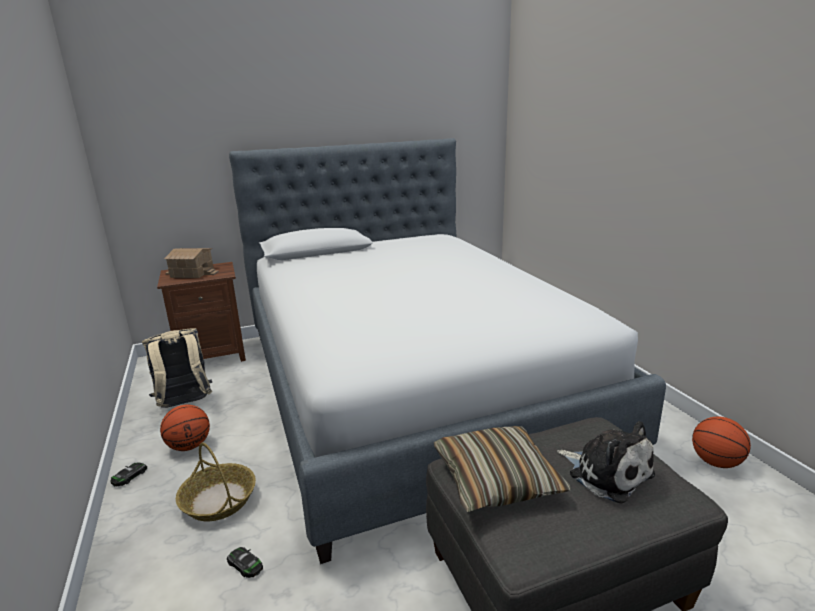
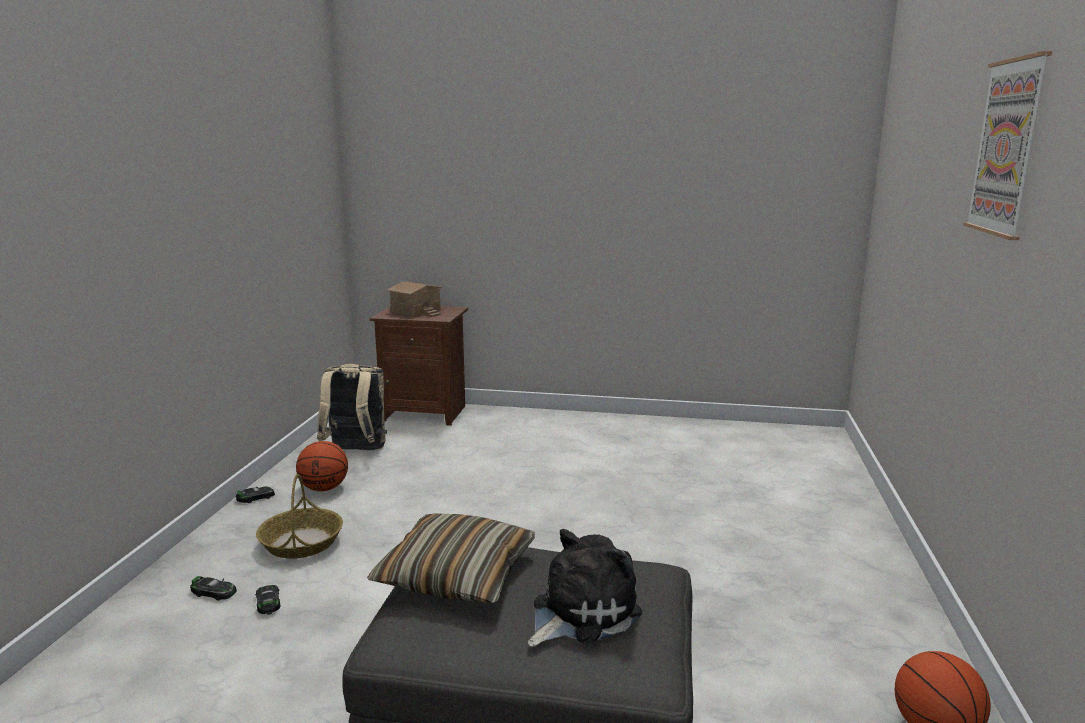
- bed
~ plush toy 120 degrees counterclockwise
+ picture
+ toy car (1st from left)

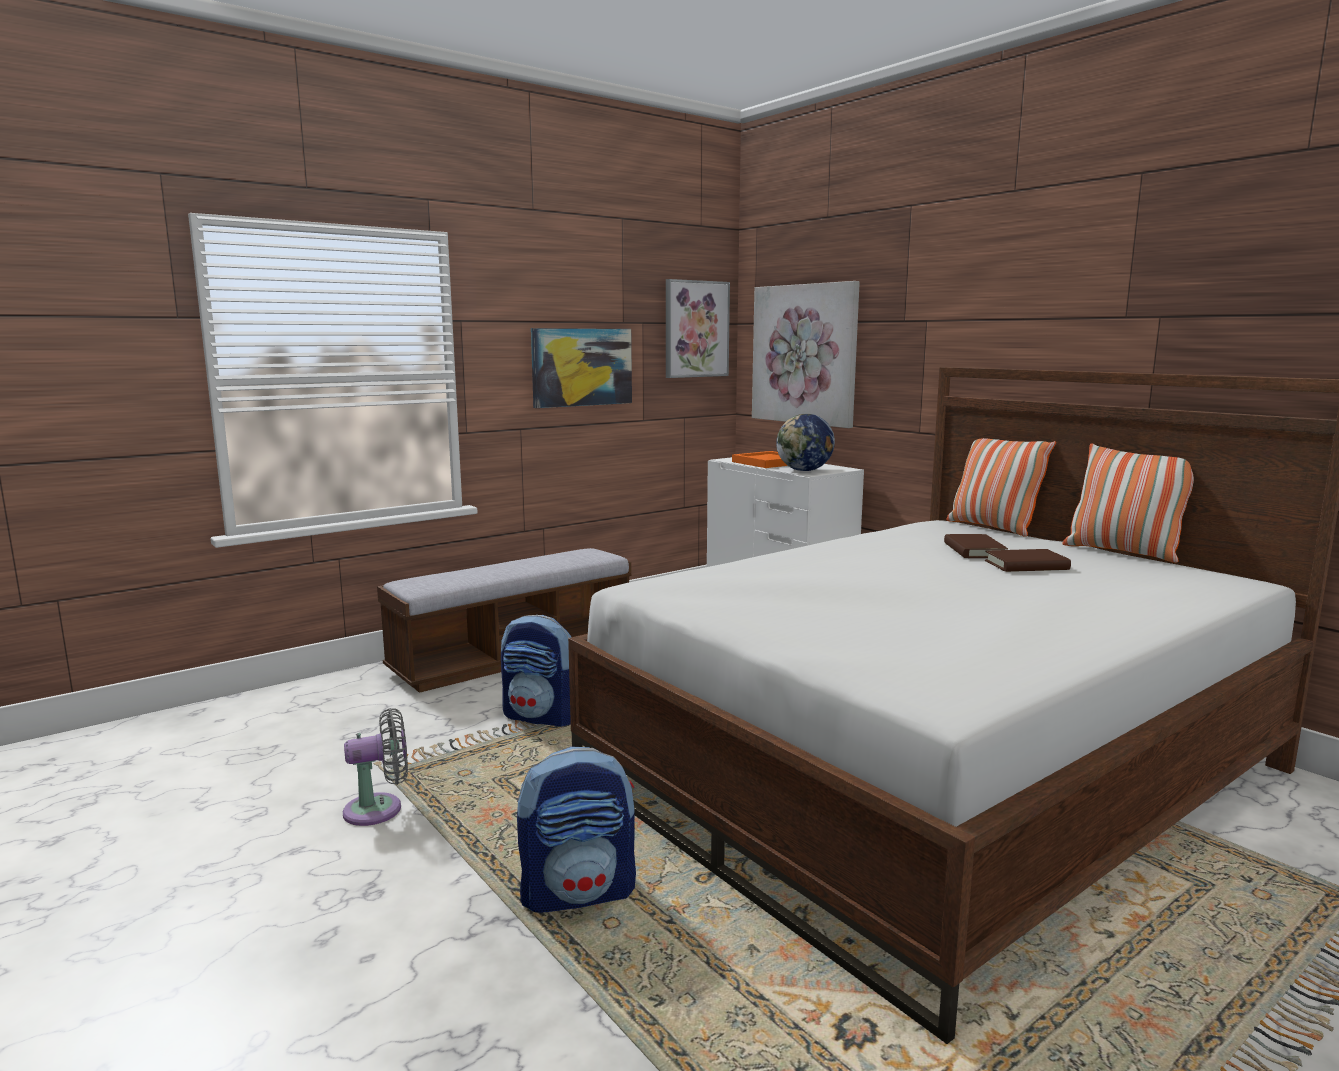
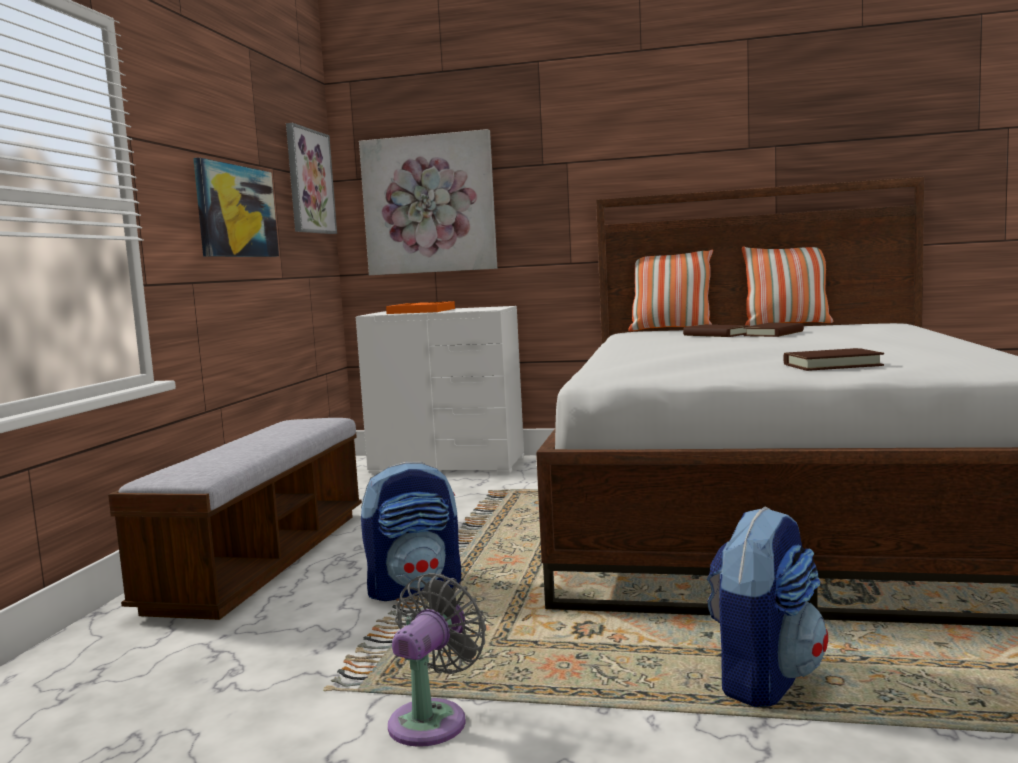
- globe
+ brown book (3rd from left)

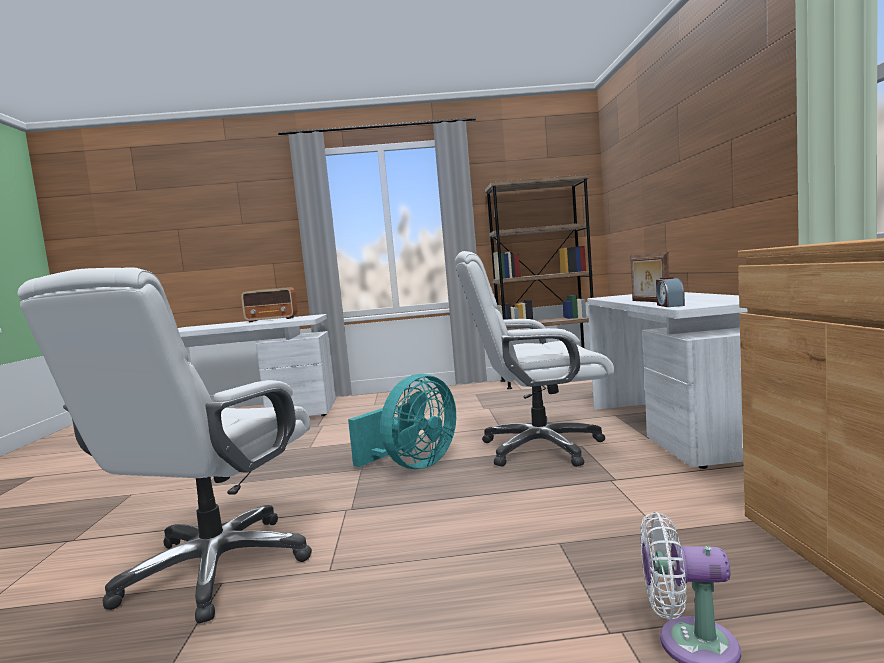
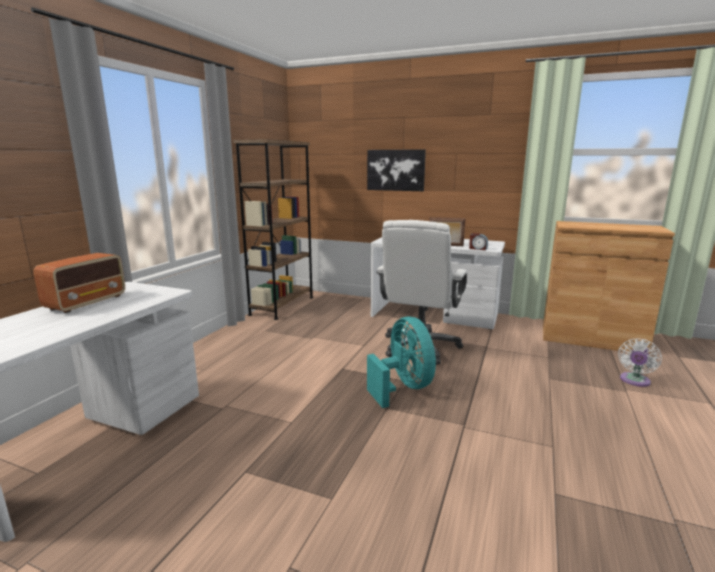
- white office chair (1st from left)
+ picture

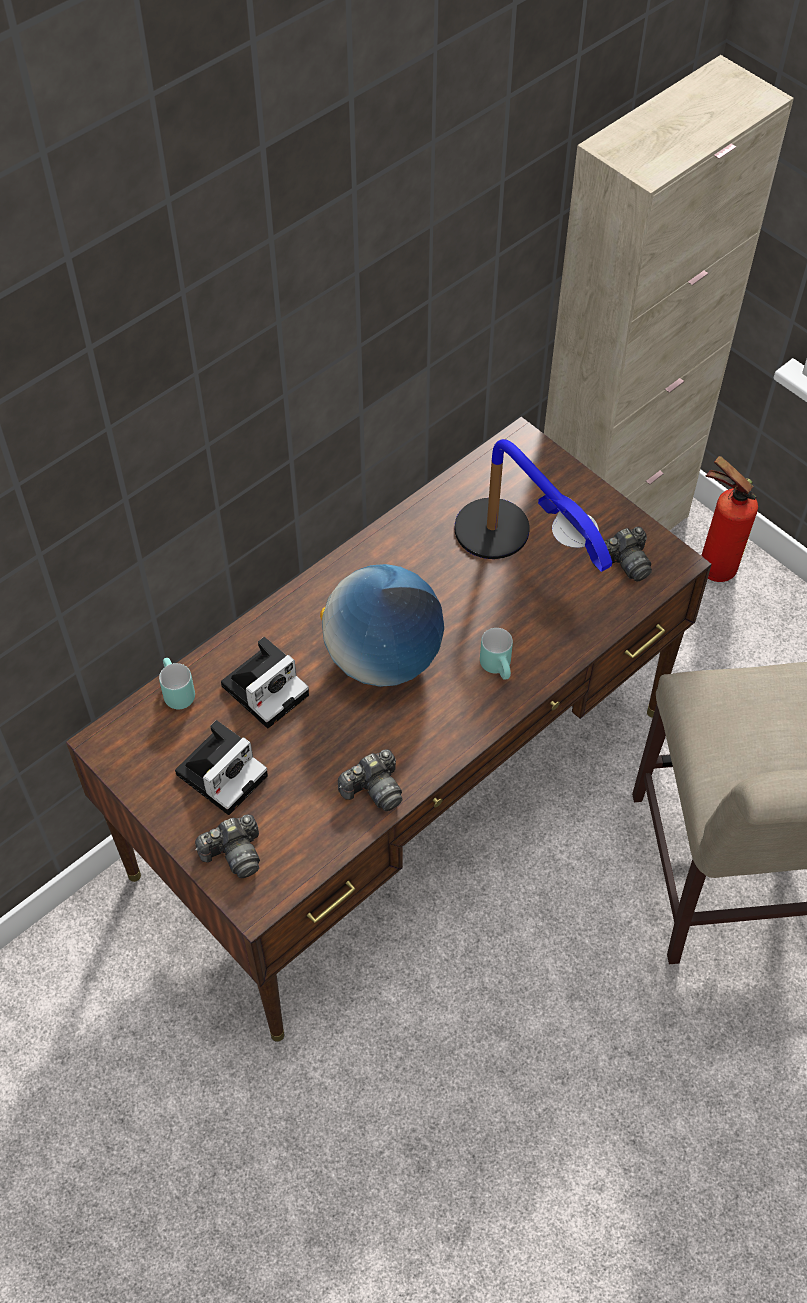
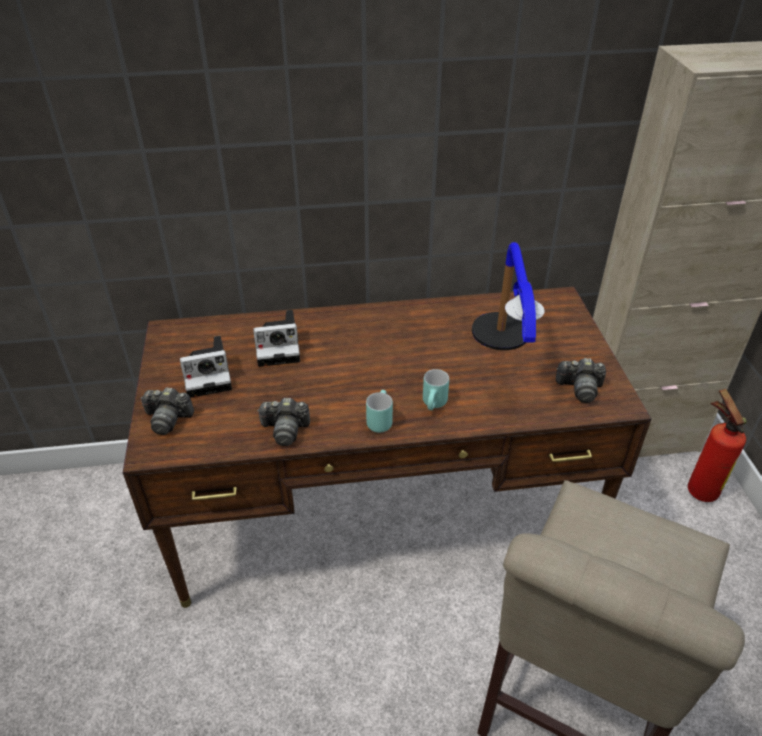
- globe
~ turquoise mug (1st from left)

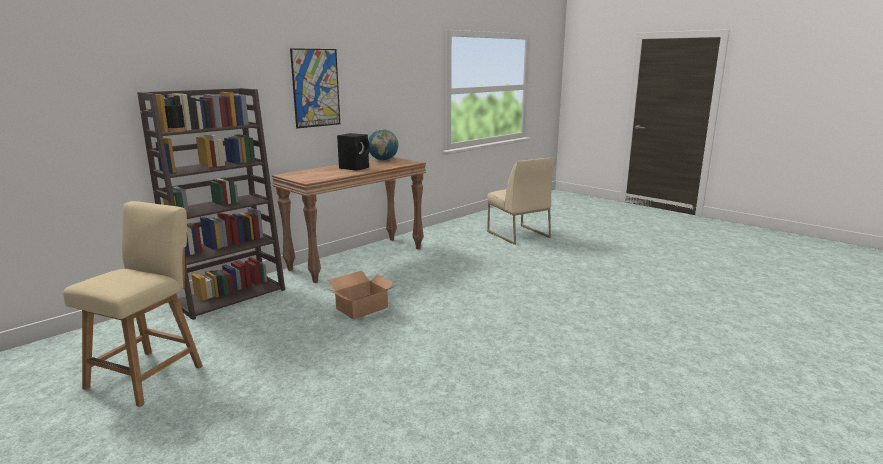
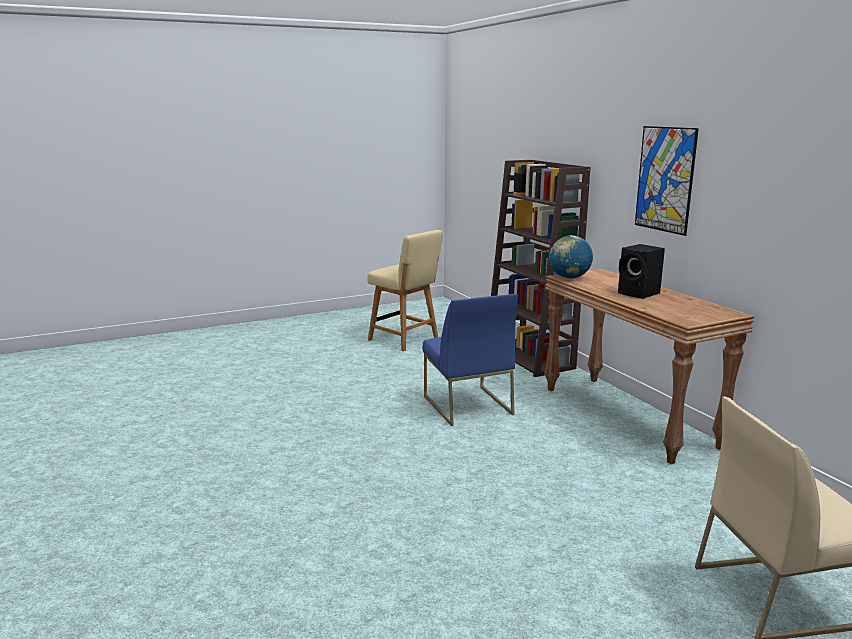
~ globe
~ cardboard box to blue chair

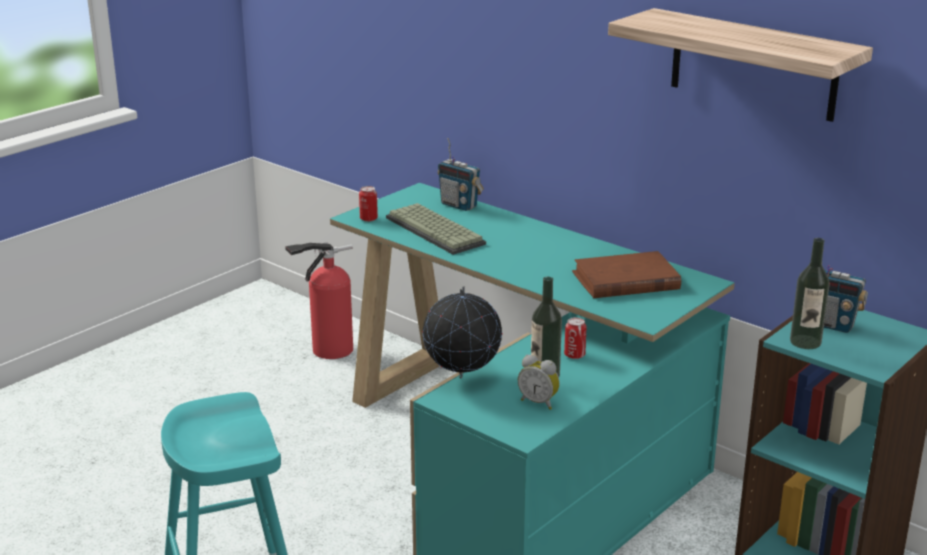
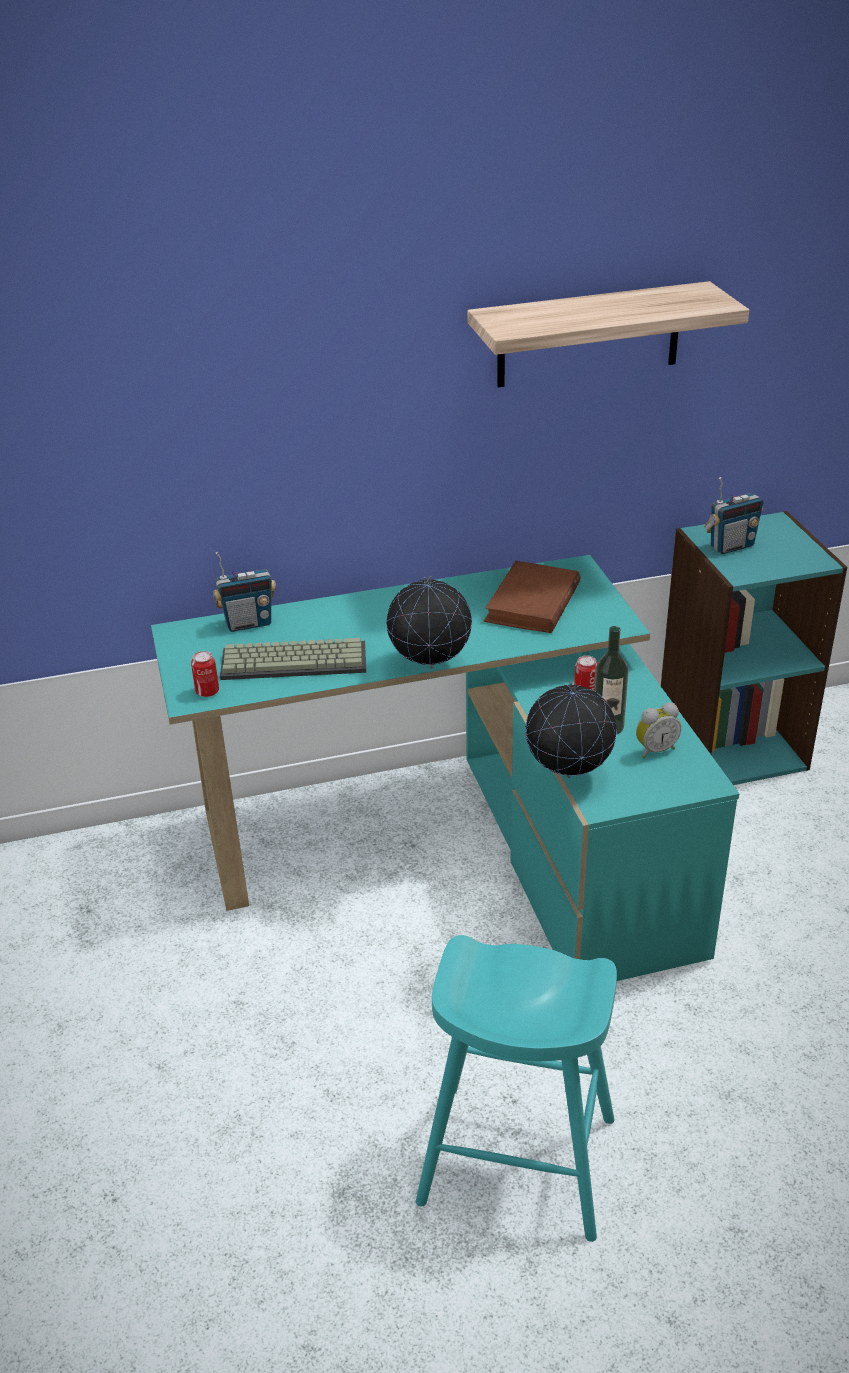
- bottle (2nd from left)
- fire extinguisher
+ globe (1st from left)

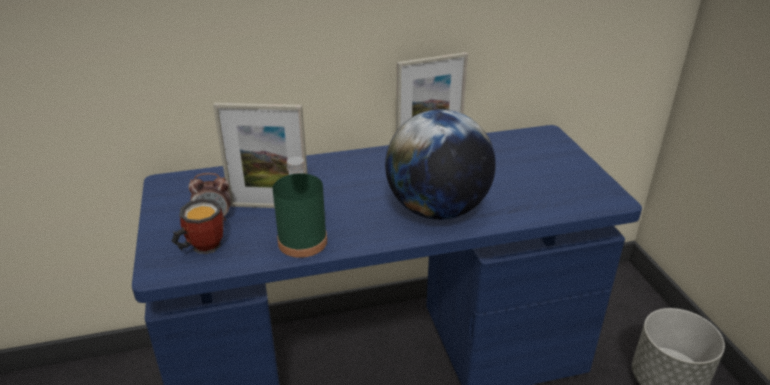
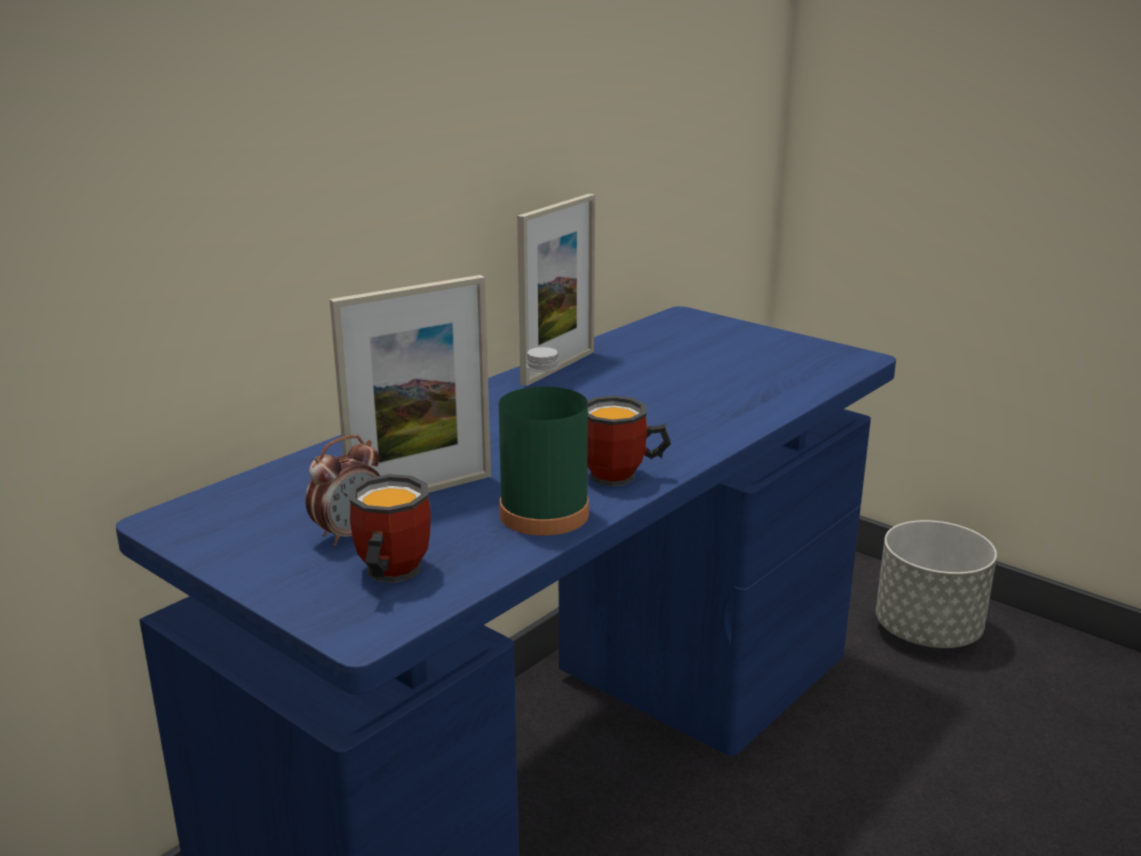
- globe
+ mug (2nd from left)

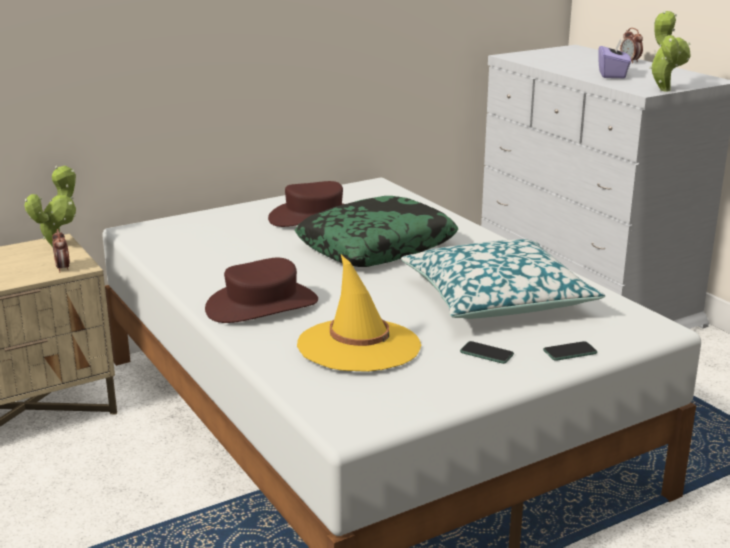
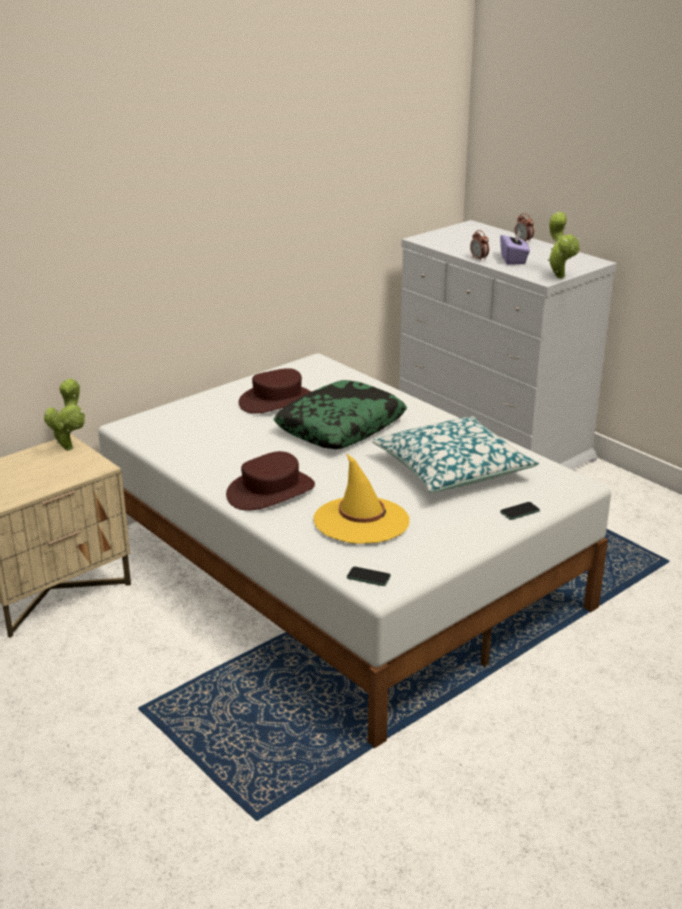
~ alarm clock (1st from left)
~ phone (1st from left)

